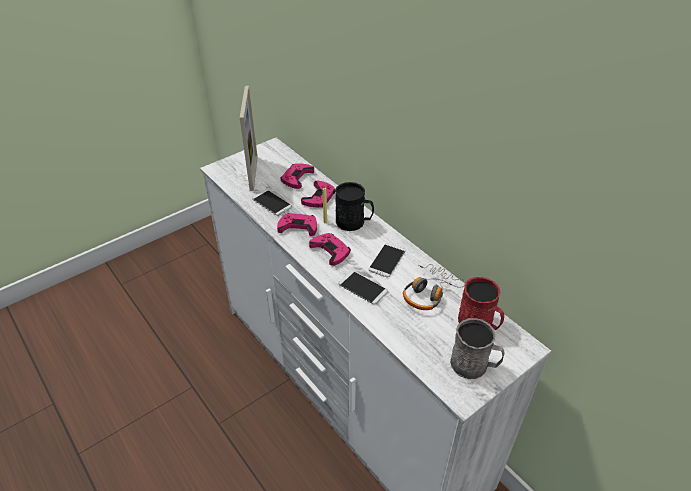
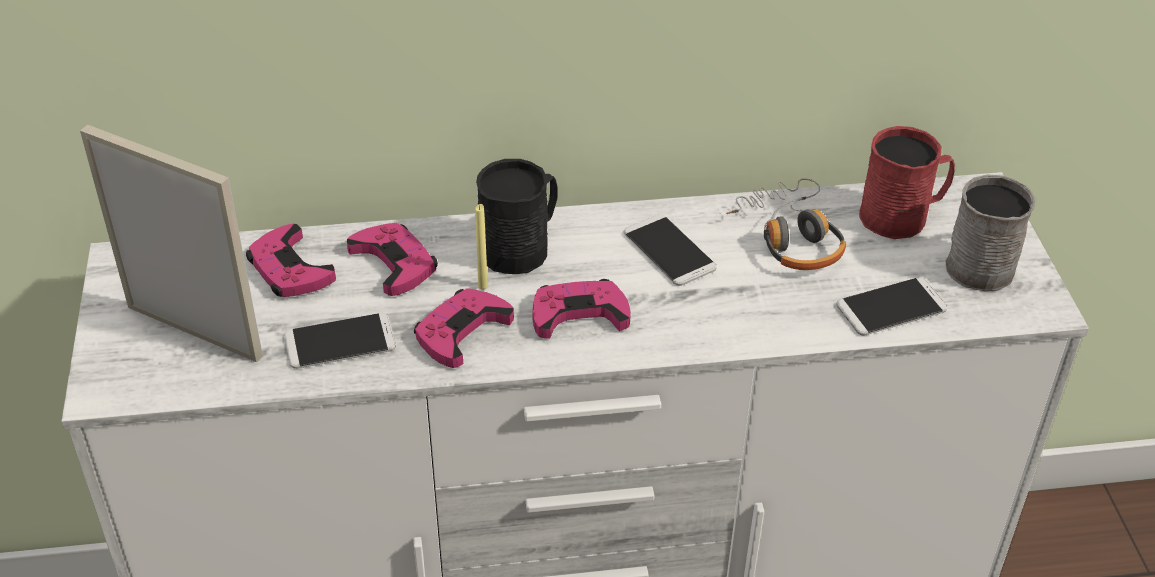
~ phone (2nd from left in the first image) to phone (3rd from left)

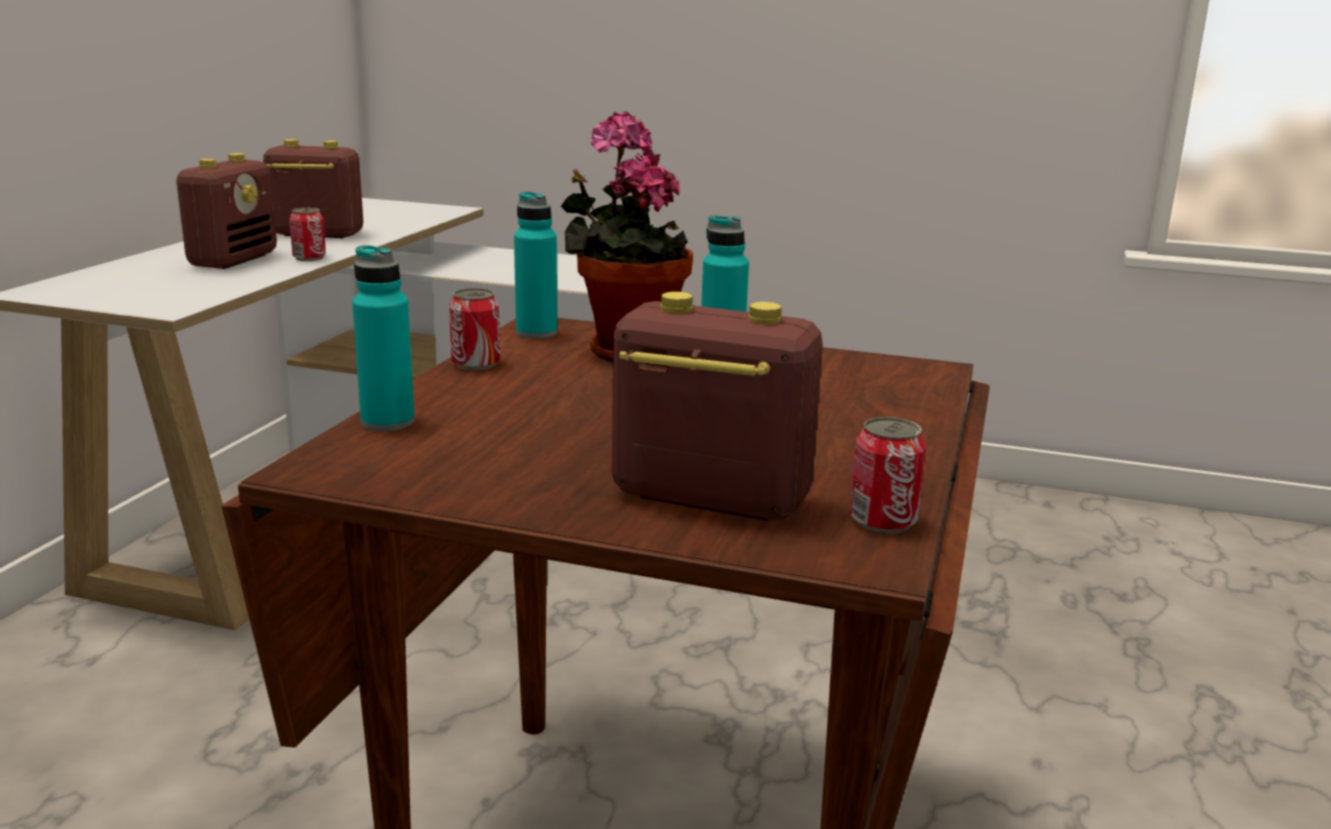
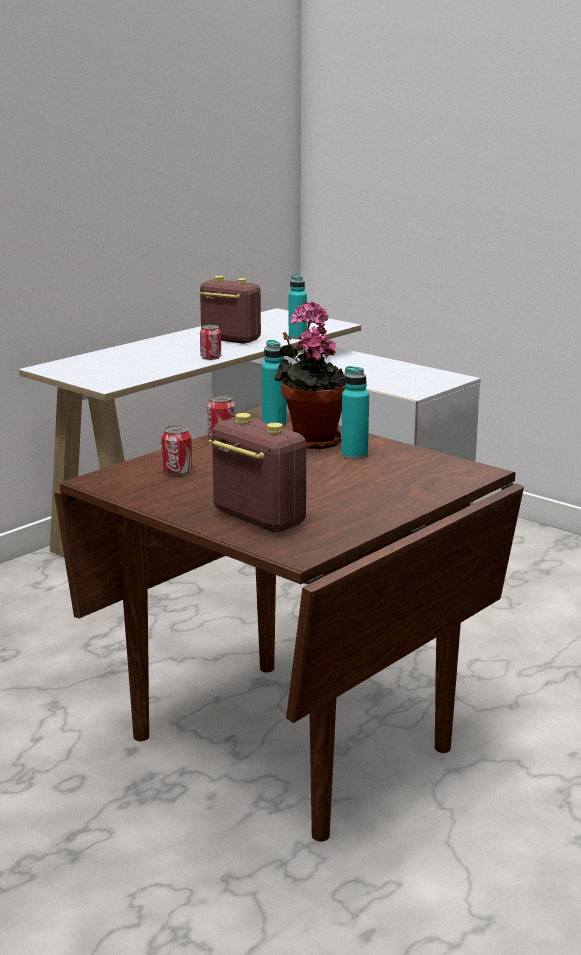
- radio (1st from left)
~ turquoise bottle (1st from left in the first image) to turquoise bottle (2nd from left)
~ can (3rd from left in the first image) to can (1st from left)

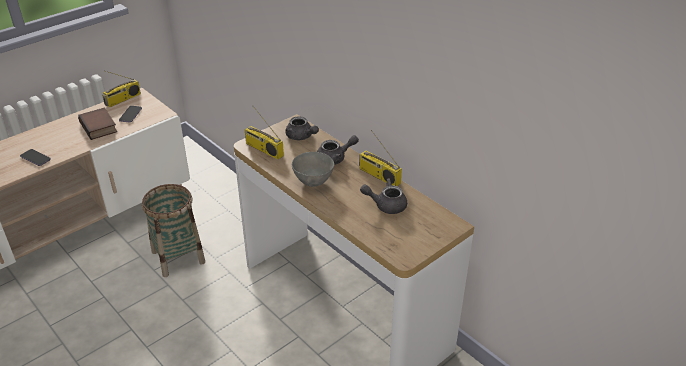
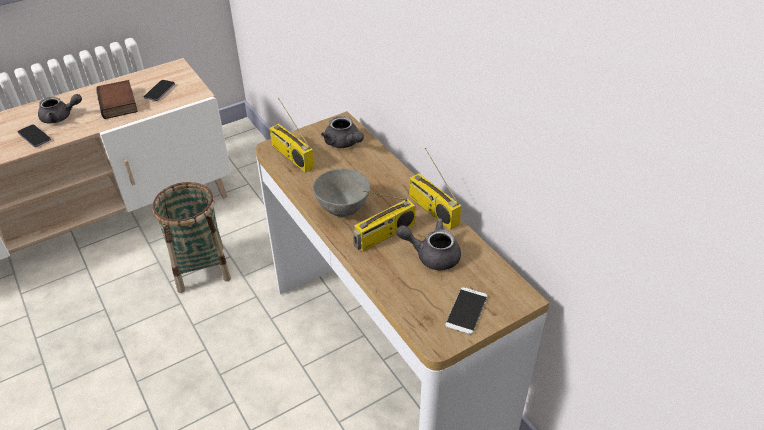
~ radio (1st from left in the first image) to radio (2nd from left)
~ grey teapot (2nd from left in the first image) to grey teapot (1st from left)
+ phone (3rd from left)

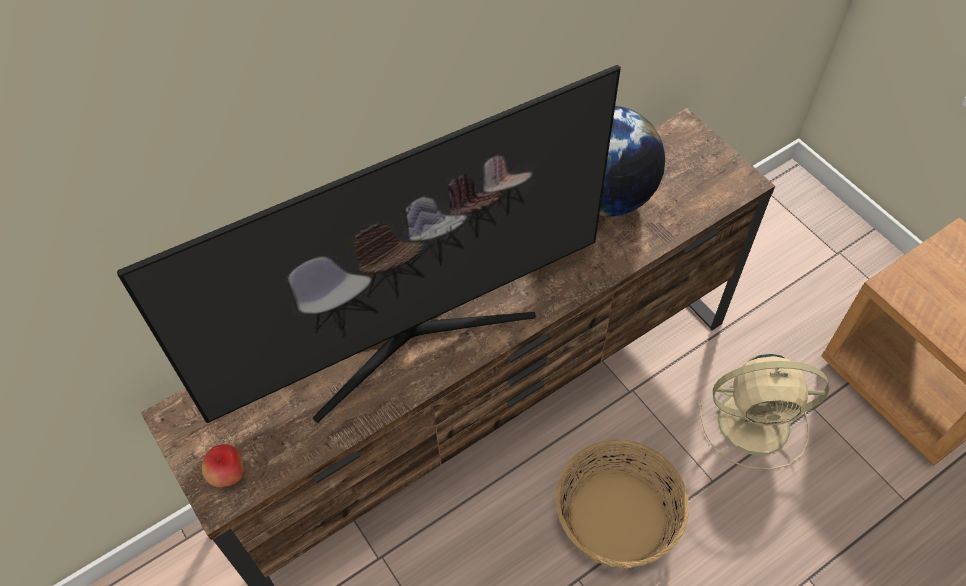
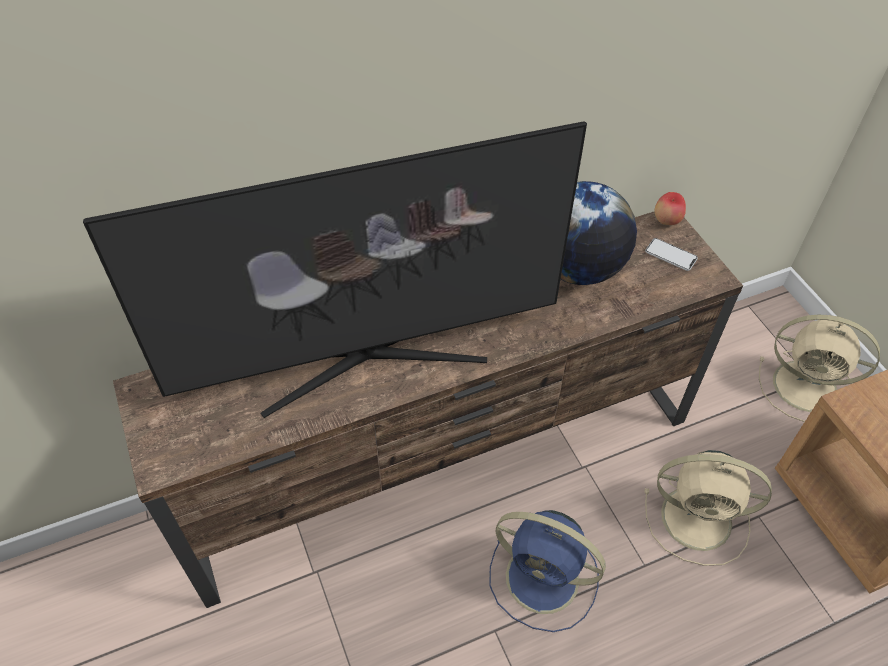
~ basket to blue fan
~ apple
+ phone
+ beige fan (2nd from left)

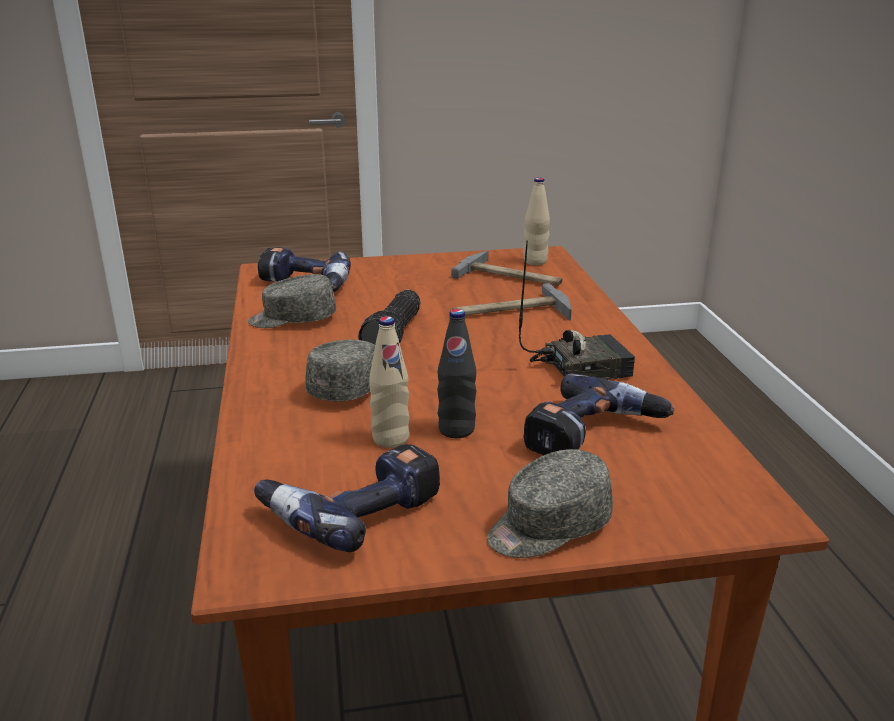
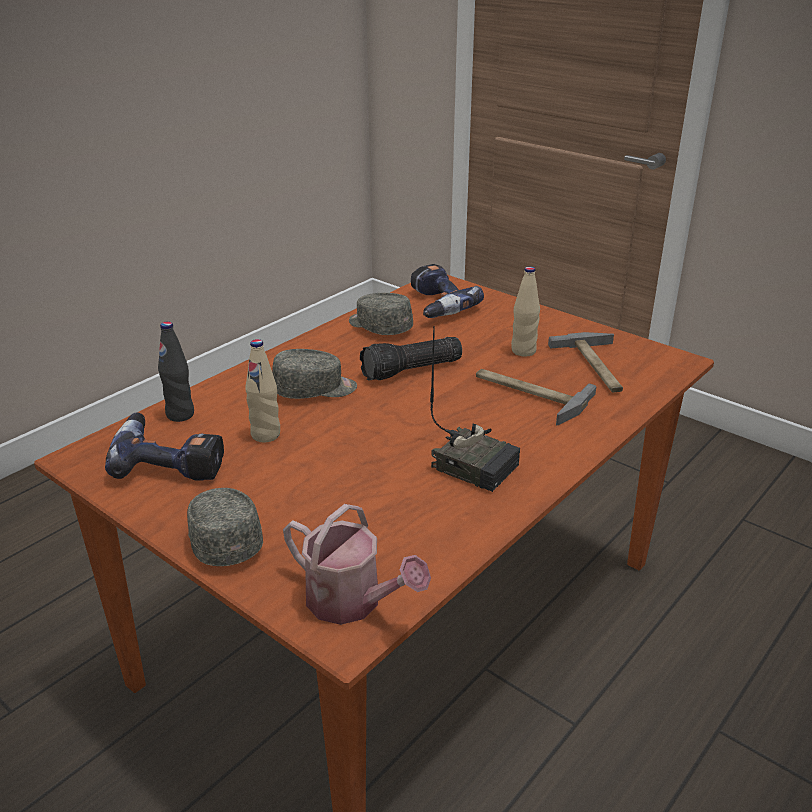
~ beige bottle (2nd from left)
~ black bottle
- power drill (3rd from left)
~ grey cap (3rd from left in the first image) 45 degrees clockwise
+ watering can

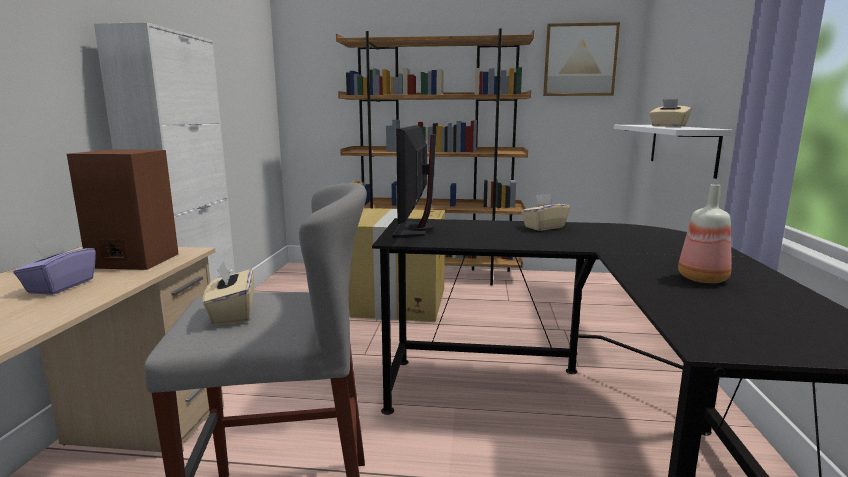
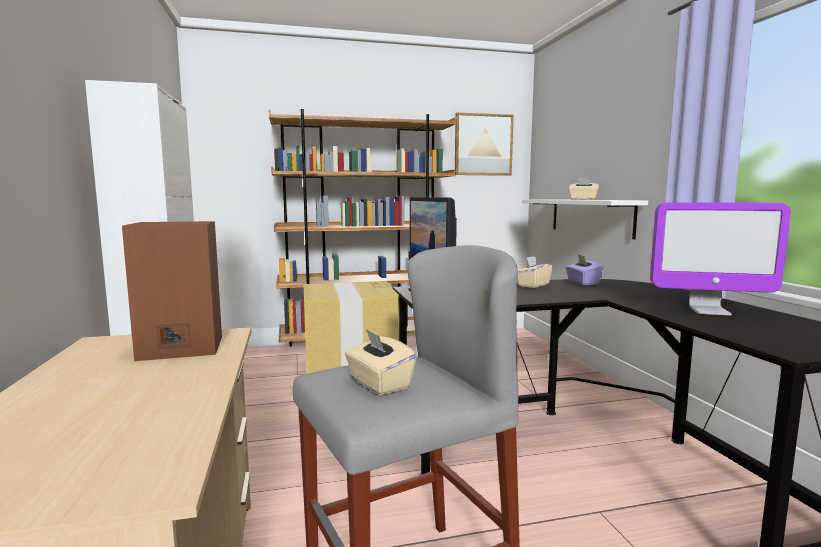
~ bottle to monitor (2nd from left)
~ purple tissue box

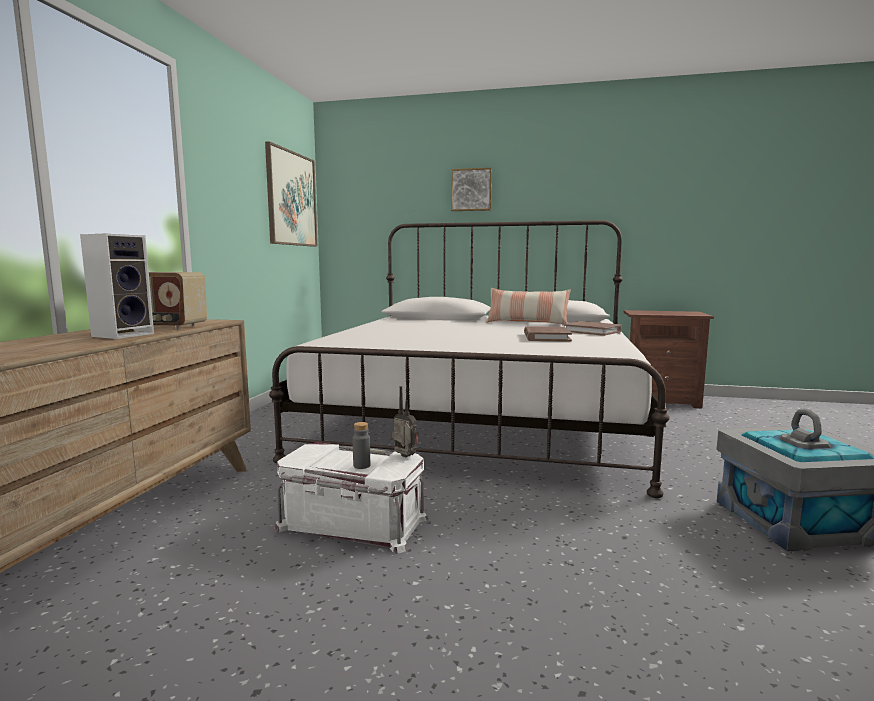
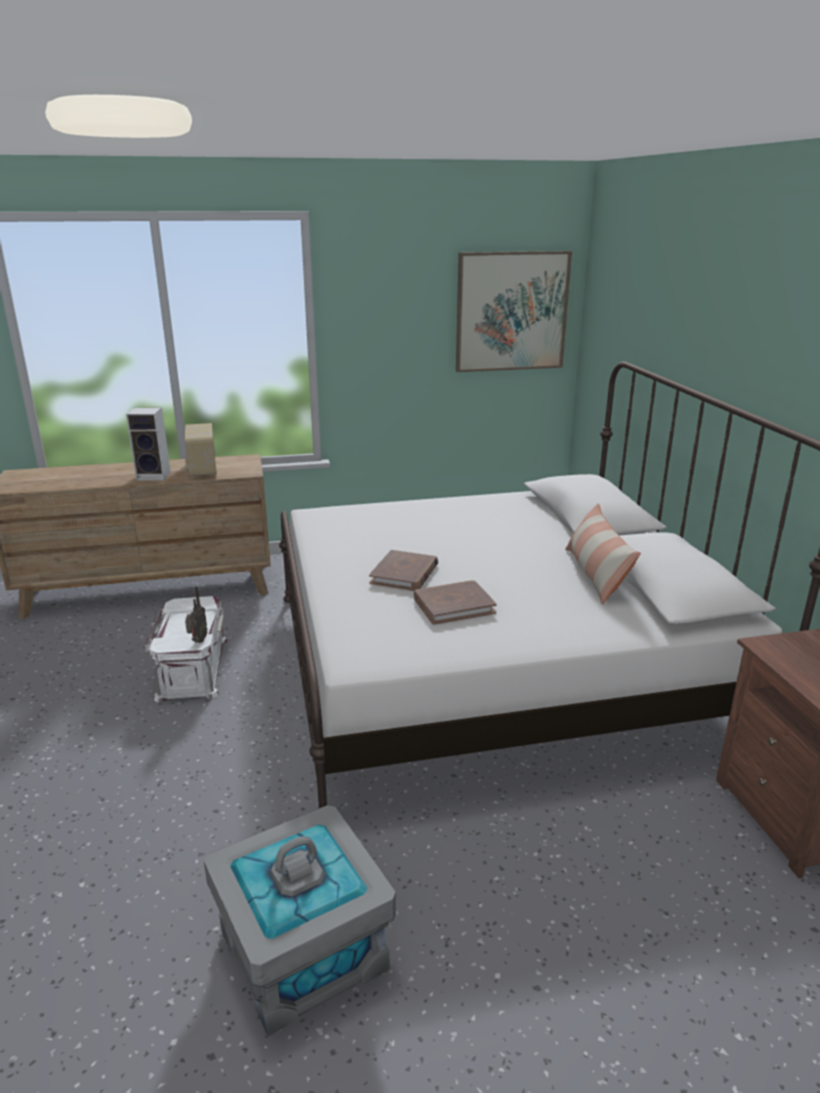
- picture (2nd from left)
~ brown book (2nd from left in the first image) to brown book (1st from left)
- grey bottle

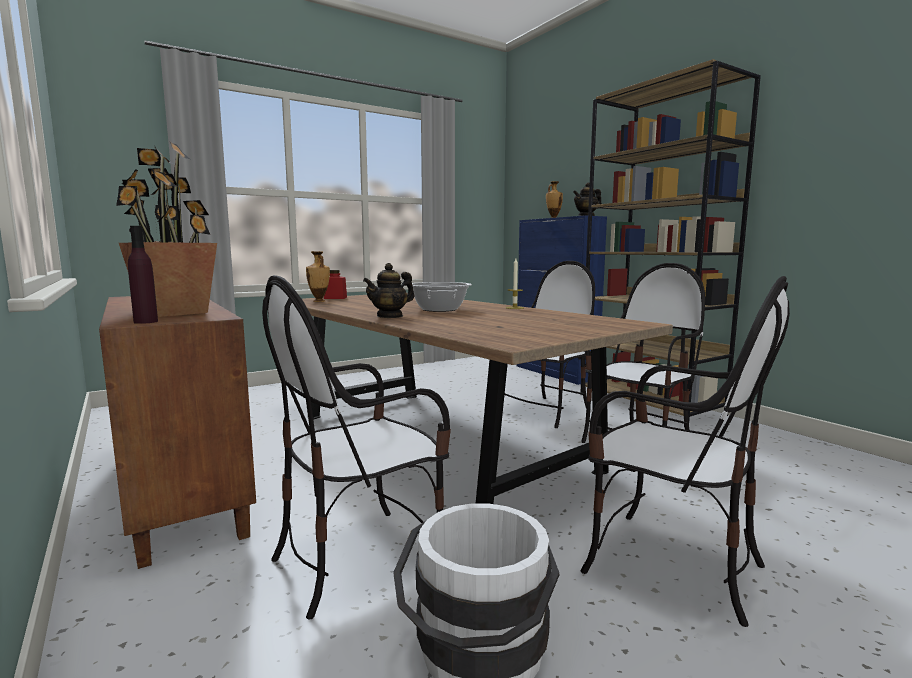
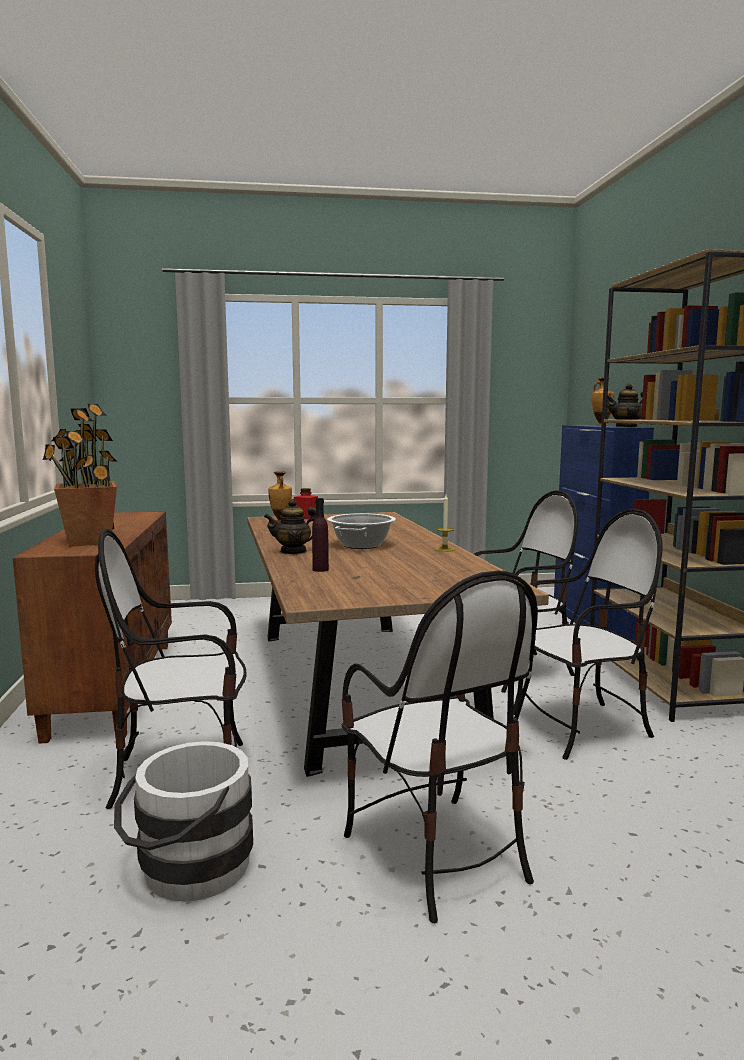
~ purple bottle

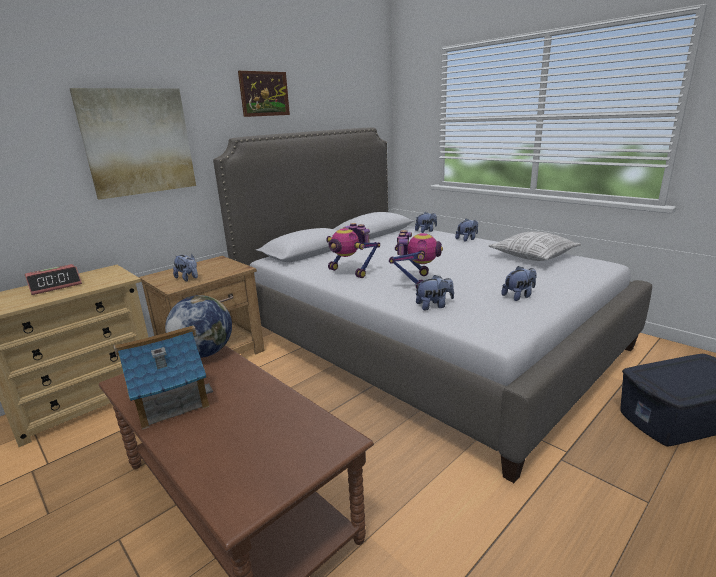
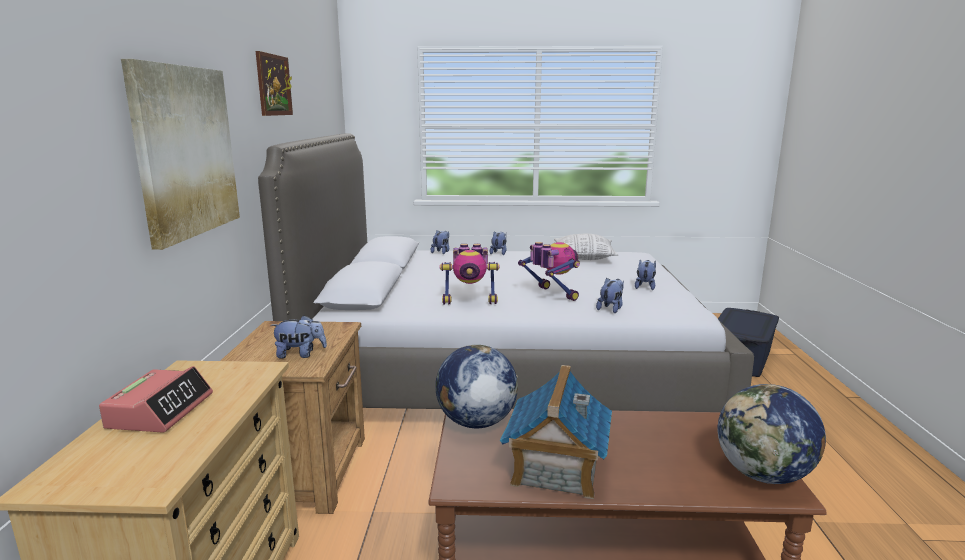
+ globe (2nd from left)

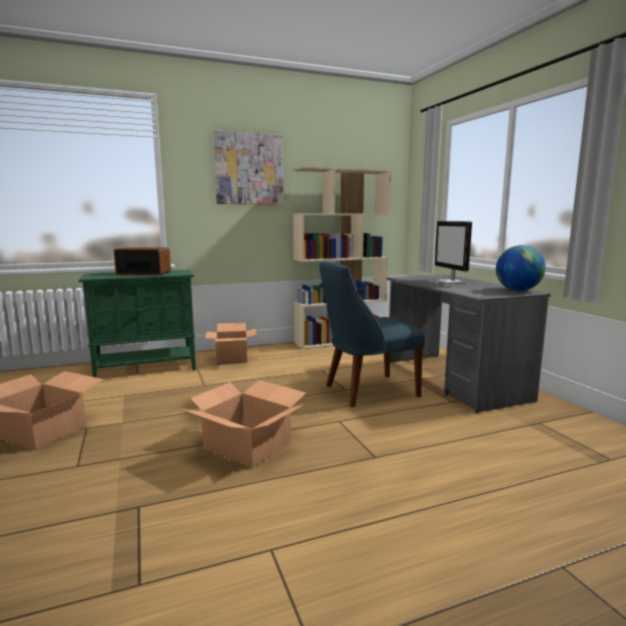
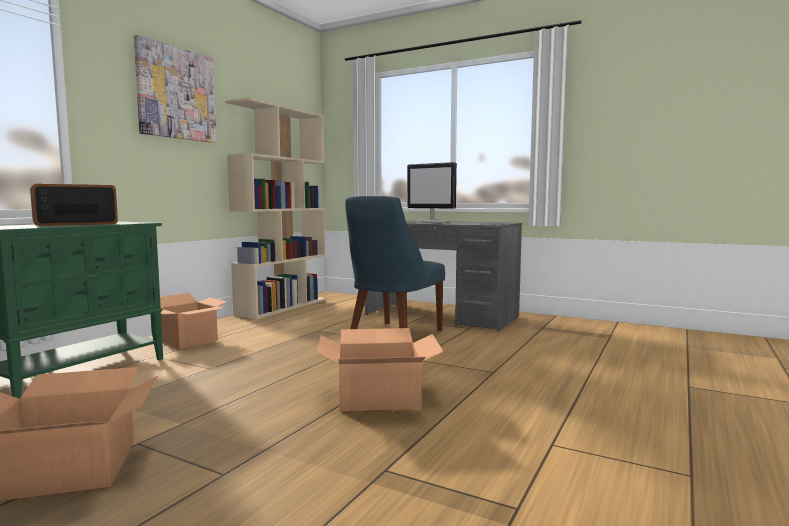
- globe

